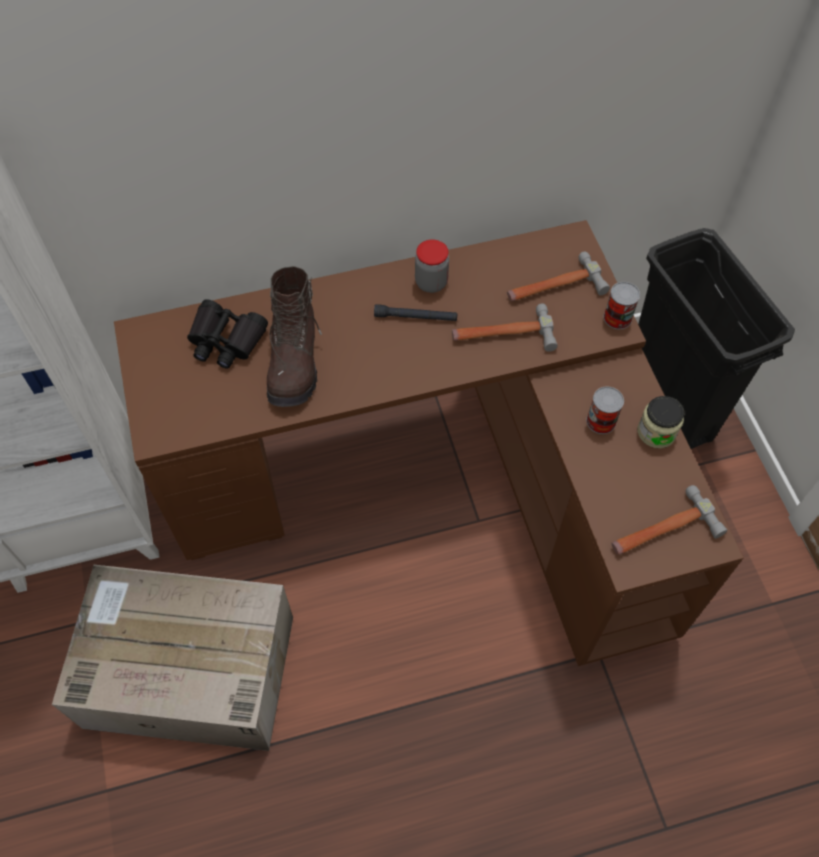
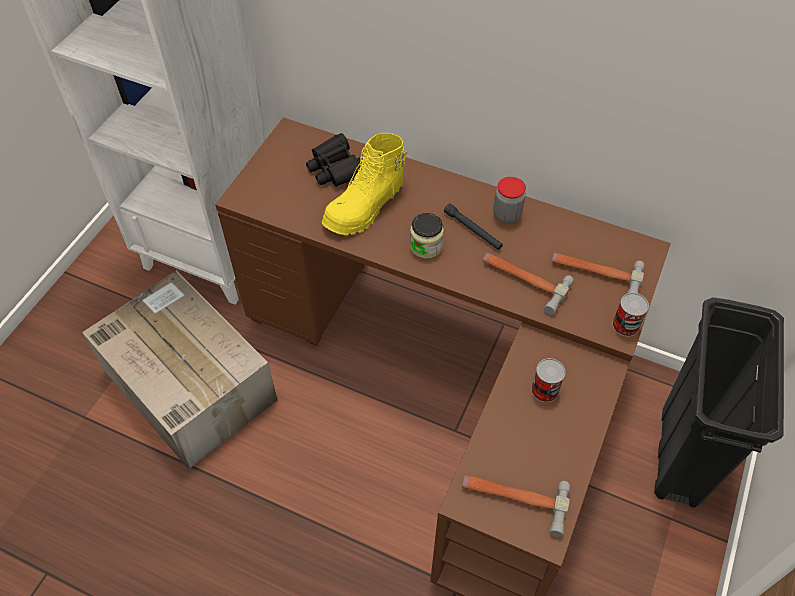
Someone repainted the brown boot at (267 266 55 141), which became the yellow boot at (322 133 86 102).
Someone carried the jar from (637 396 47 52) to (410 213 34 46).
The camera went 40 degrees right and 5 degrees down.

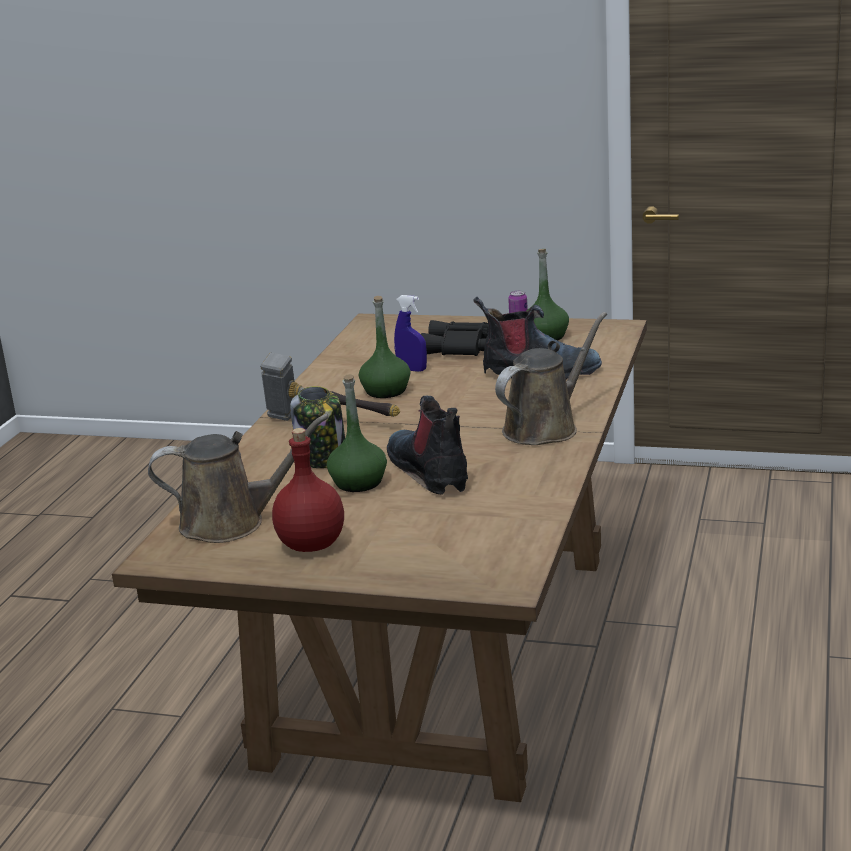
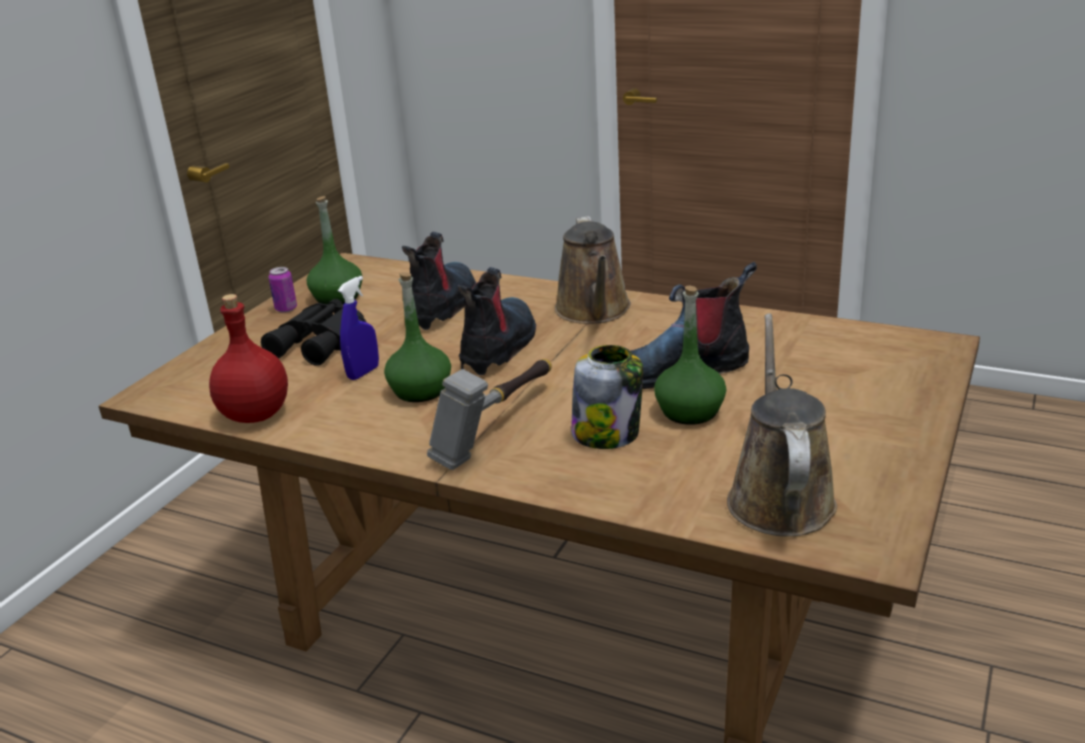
Someone carried the red bottle from (272 428 72 124) to (209 294 79 129).
Someone rotated the brown watering can at (495 312 112 133) by 150 degrees counterclockwise.
Someone put down the boot at (457 267 79 108).
The camera went 80 degrees left and 5 degrees up.

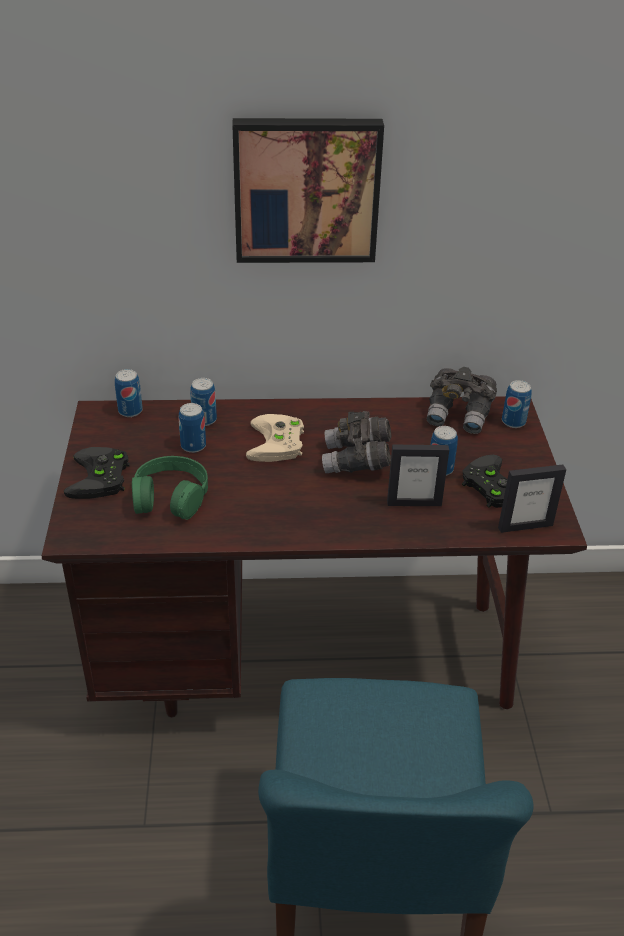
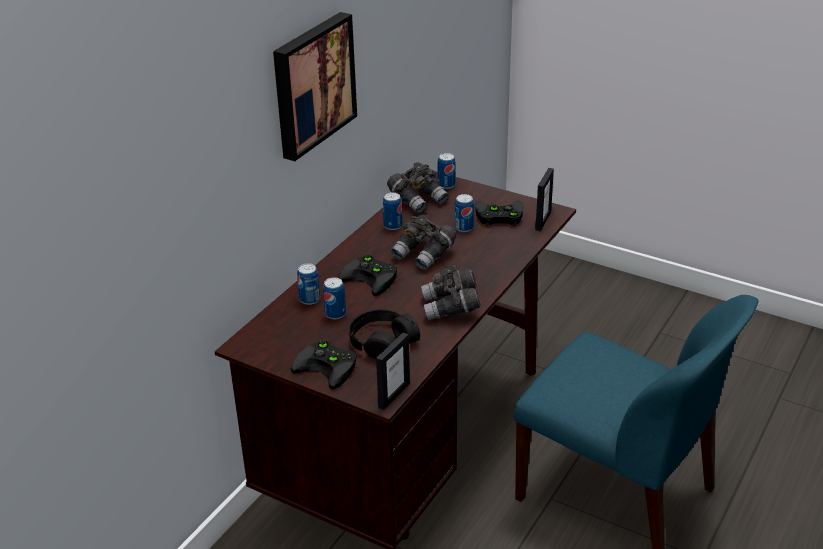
Someone carried the can from (115 369 28 48) to (383 192 20 38).
Someone repainted the green headphones at (132 456 76 64), which became the black headphones at (349 309 71 51).
Someone repainted the beige game controller at (246 414 58 48), which became the black game controller at (338 254 59 42).
Someone carried the picture frame from (387 445 62 61) to (376 333 34 77).
Someone put down the grey binoculars at (421 266 60 54).
The camera went 55 degrees left and 5 degrees down.

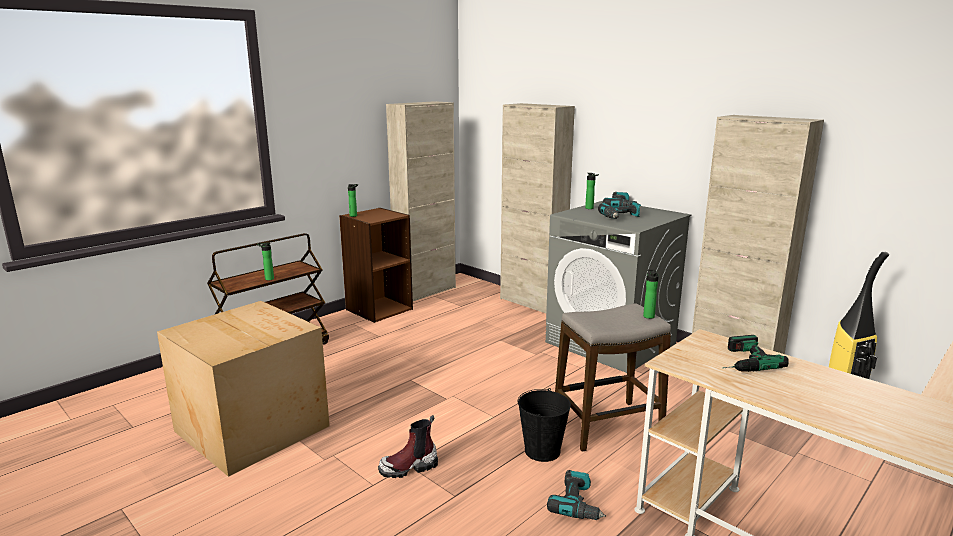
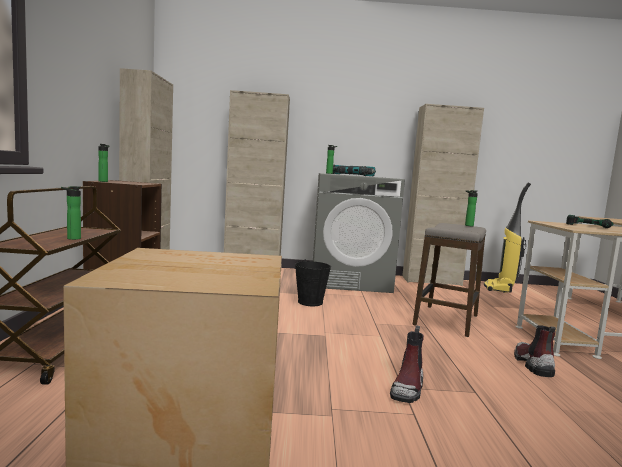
Someone carried the black bucket from (518 388 53 74) to (295 259 36 47).
Someone swapped the power drill at (547 470 59 50) for the boot at (514 325 42 52).
The camera went 45 degrees left and 10 degrees down.

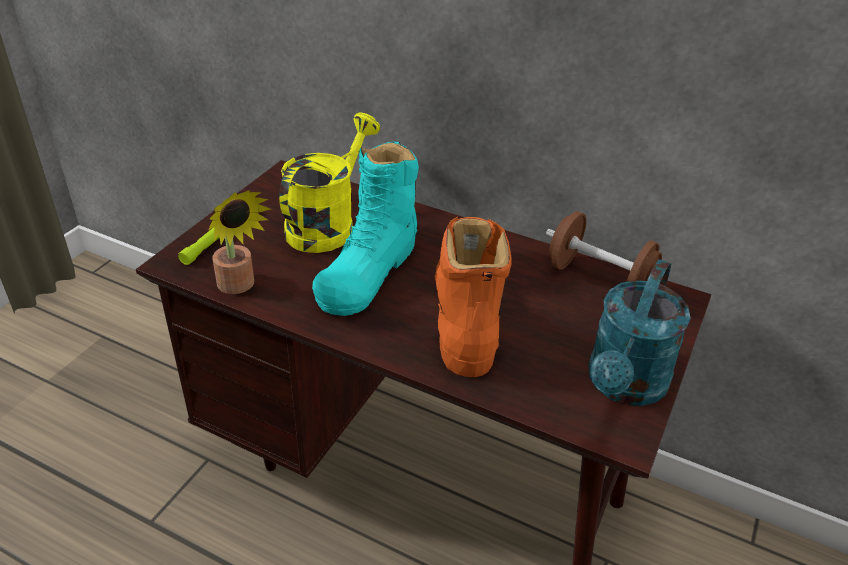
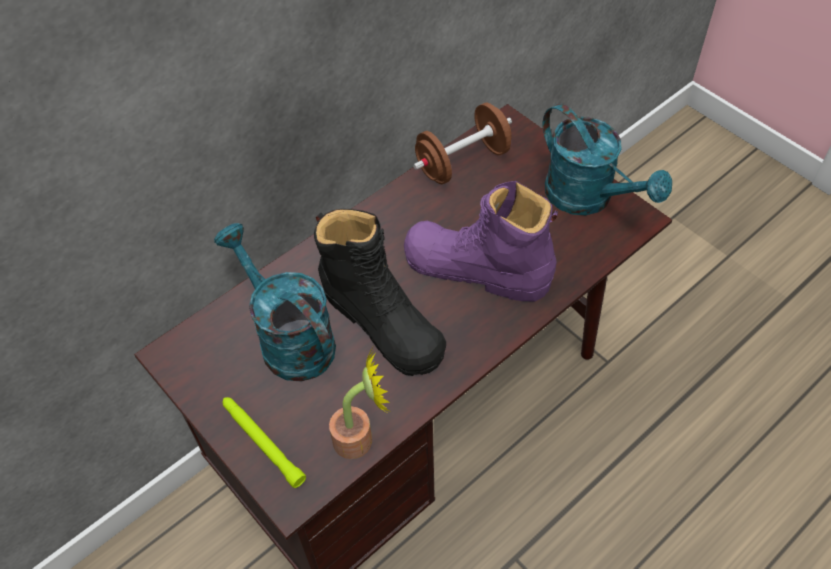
Someone repainted the yellow watering can at (279 113 101 140), which became the turquoise watering can at (214 223 122 159).
Someone repainted the turquoise boot at (312 141 107 175), which became the black boot at (314 209 132 167).
Someone repainted the orange boot at (435 216 77 161), which became the purple boot at (404 181 154 121).
The camera went 65 degrees left and 15 degrees up.

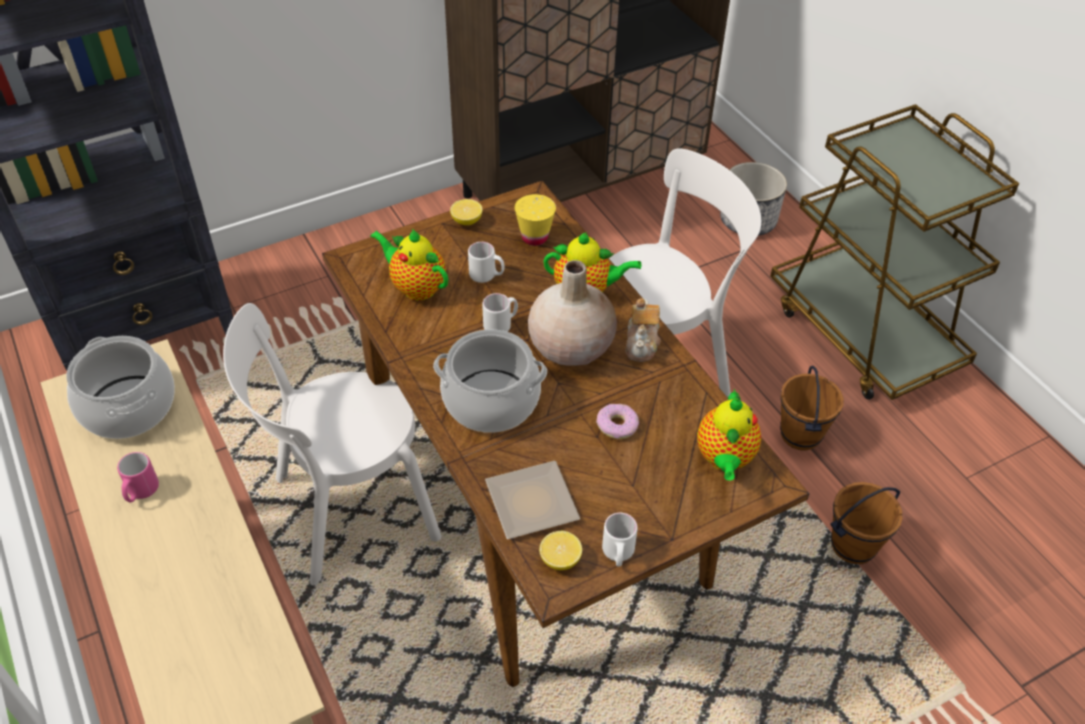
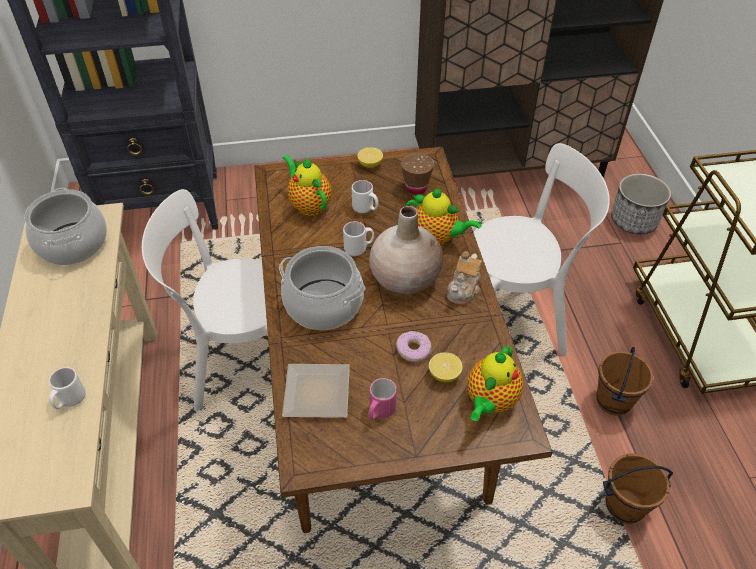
Someone carried the pink mug from (117 452 42 50) to (368 378 29 42).
Someone repainted the yellow cup at (514 194 42 52), which became the brown cup at (401 153 33 42).
Someone carried the lemon from (539 531 43 39) to (429 352 34 31).
Someone carried the white mug from (602 513 36 54) to (49 367 37 42).
The camera went 20 degrees right and 0 degrees up.

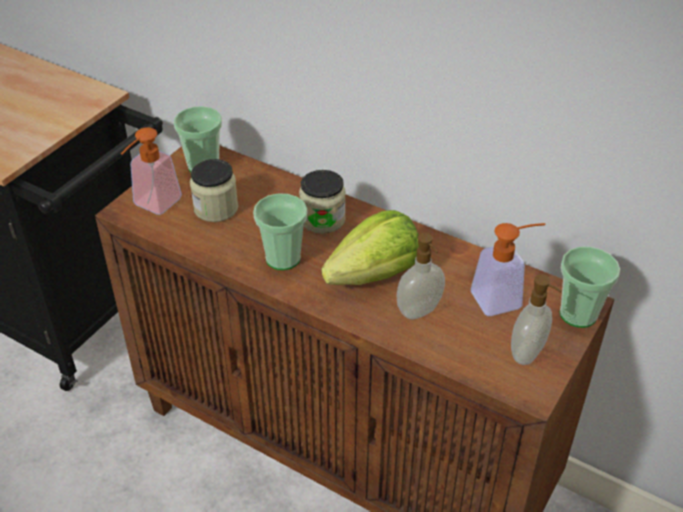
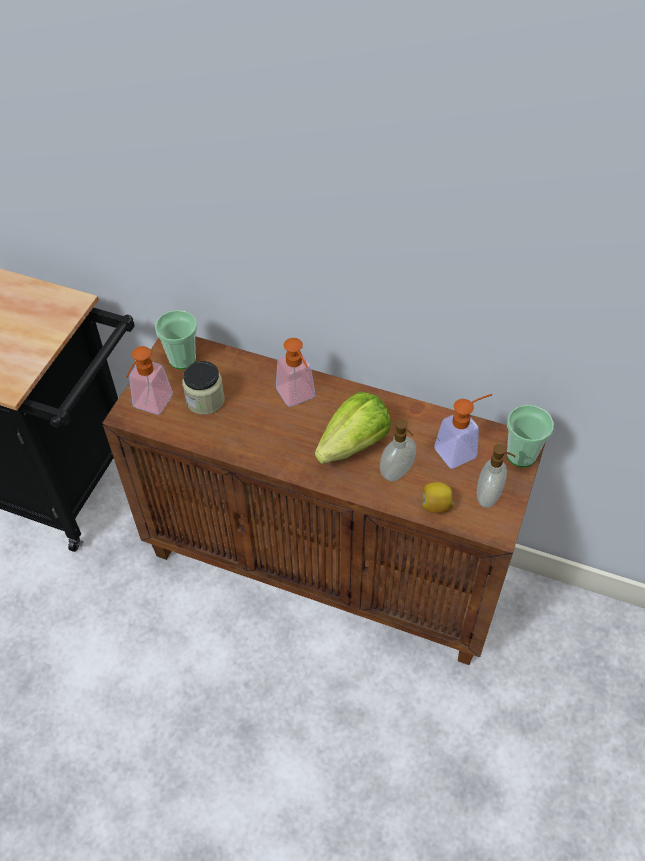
Someone took away the cup at (253 193 54 77).
Someone swapped the jar at (299 170 47 64) for the soap dispenser at (276 338 39 69).
Someone put down the lemon at (422 482 31 31).
The camera went 10 degrees left and 10 degrees up.

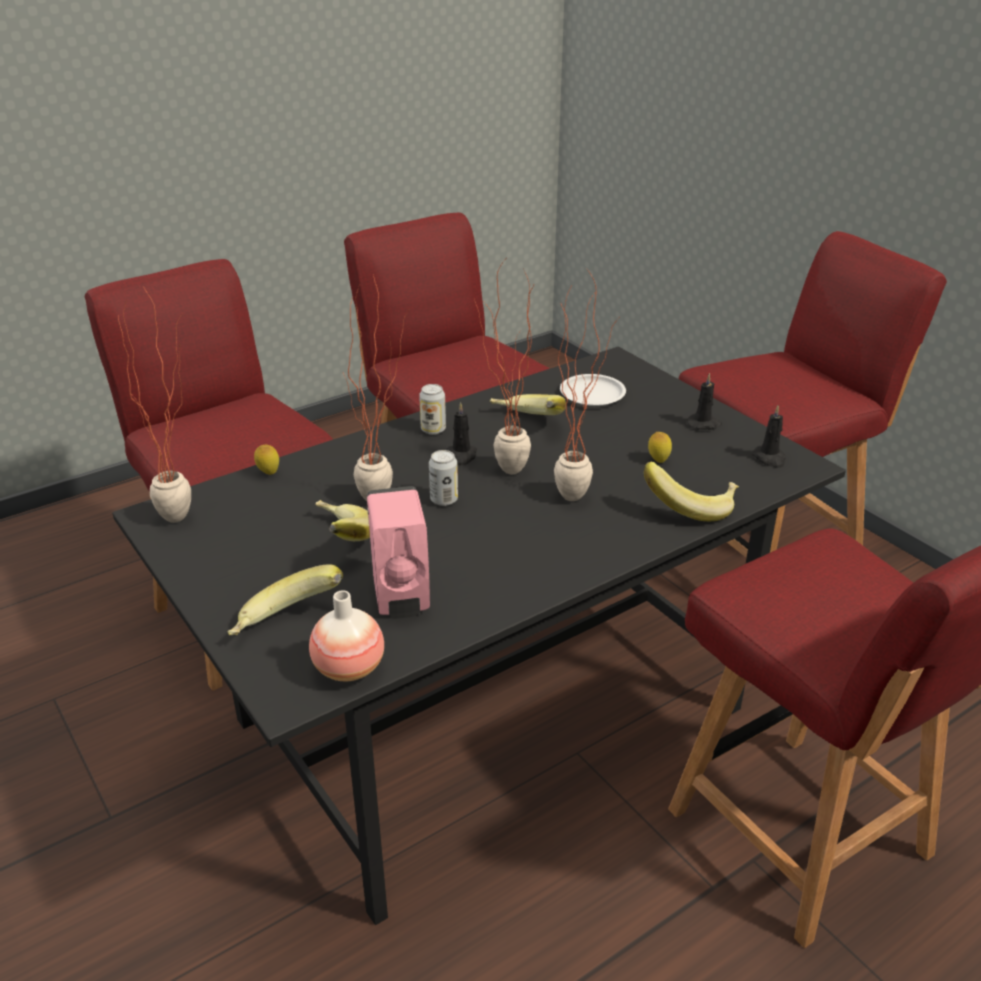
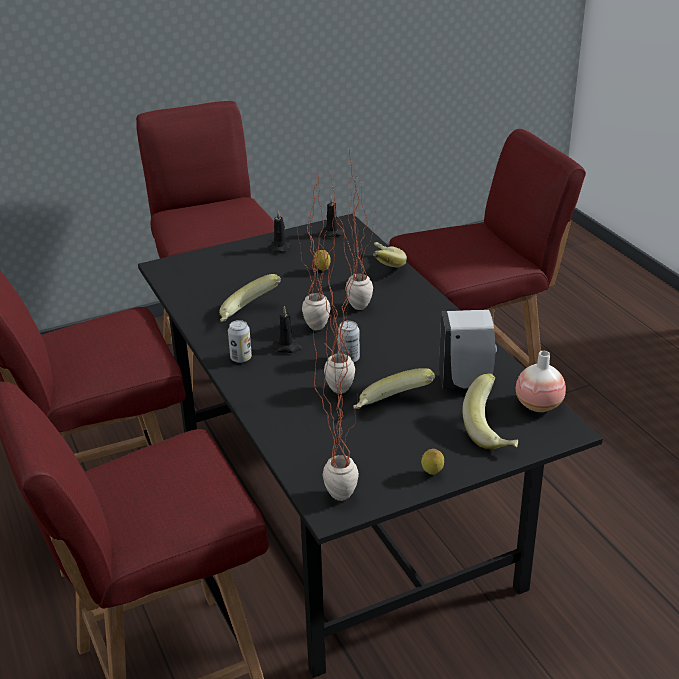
Someone carried the lemon from (254 445 25 30) to (421 449 23 26).
Someone repainted the pink soap dispenser at (367 486 63 133), which became the white soap dispenser at (439 310 58 78).
Someone took away the white plate at (560 374 66 32).
The camera went 80 degrees left and 0 degrees up.

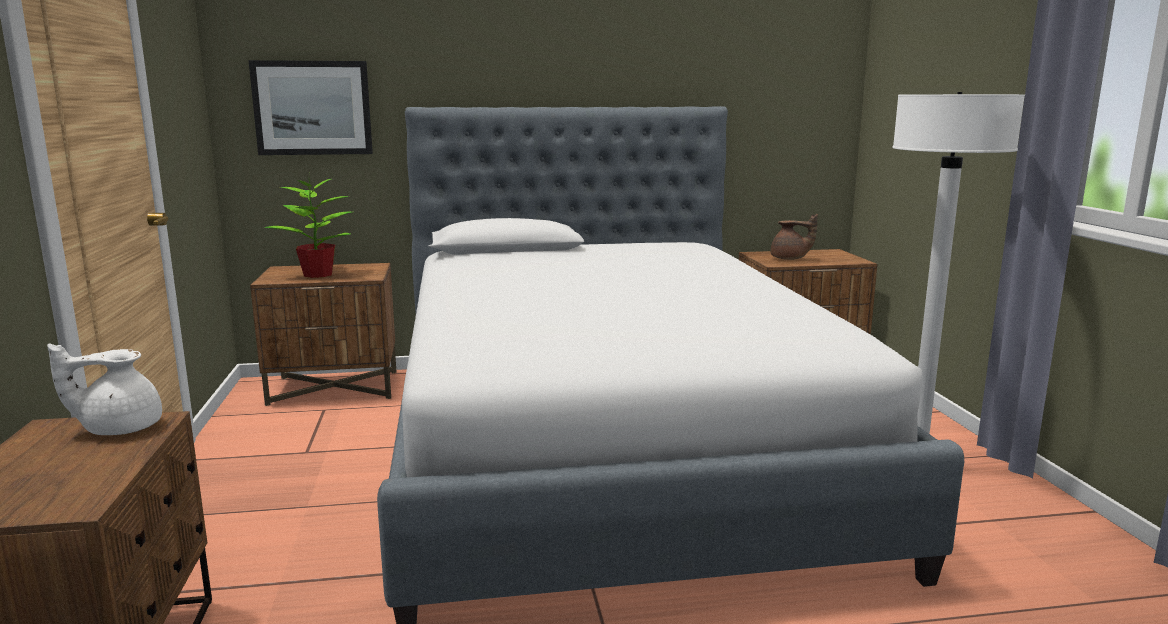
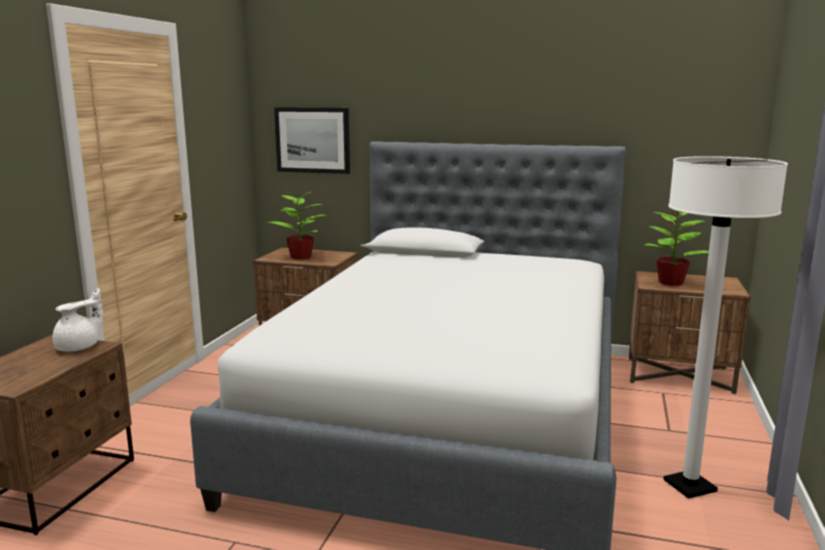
Someone rotated the white teapot at (47 344 115 91) by 120 degrees clockwise.
Someone swapped the brown teapot at (771 214 47 46) for the potted plant at (644 210 65 76).
The camera went 25 degrees right and 0 degrees up.

